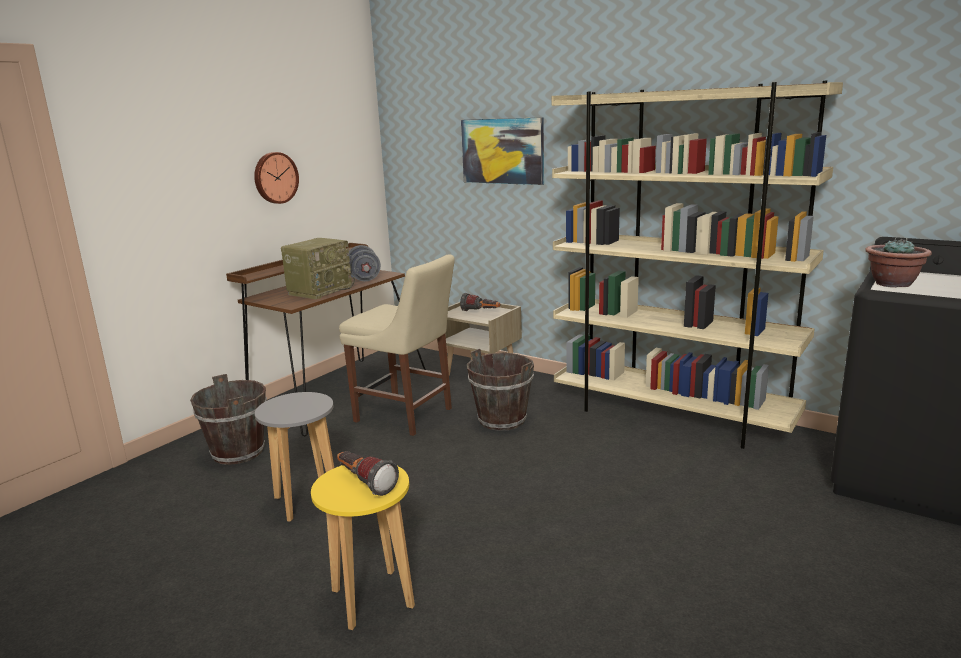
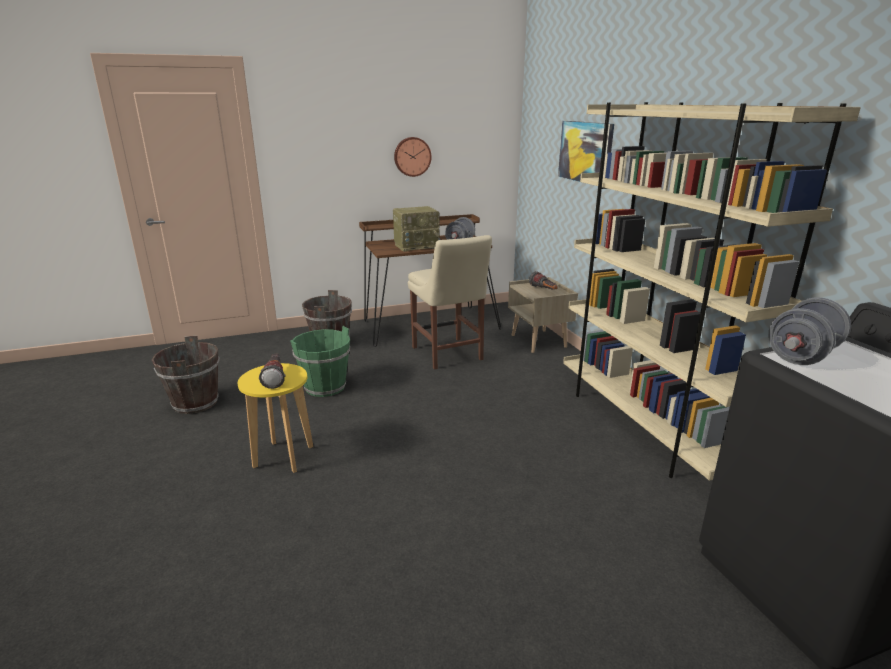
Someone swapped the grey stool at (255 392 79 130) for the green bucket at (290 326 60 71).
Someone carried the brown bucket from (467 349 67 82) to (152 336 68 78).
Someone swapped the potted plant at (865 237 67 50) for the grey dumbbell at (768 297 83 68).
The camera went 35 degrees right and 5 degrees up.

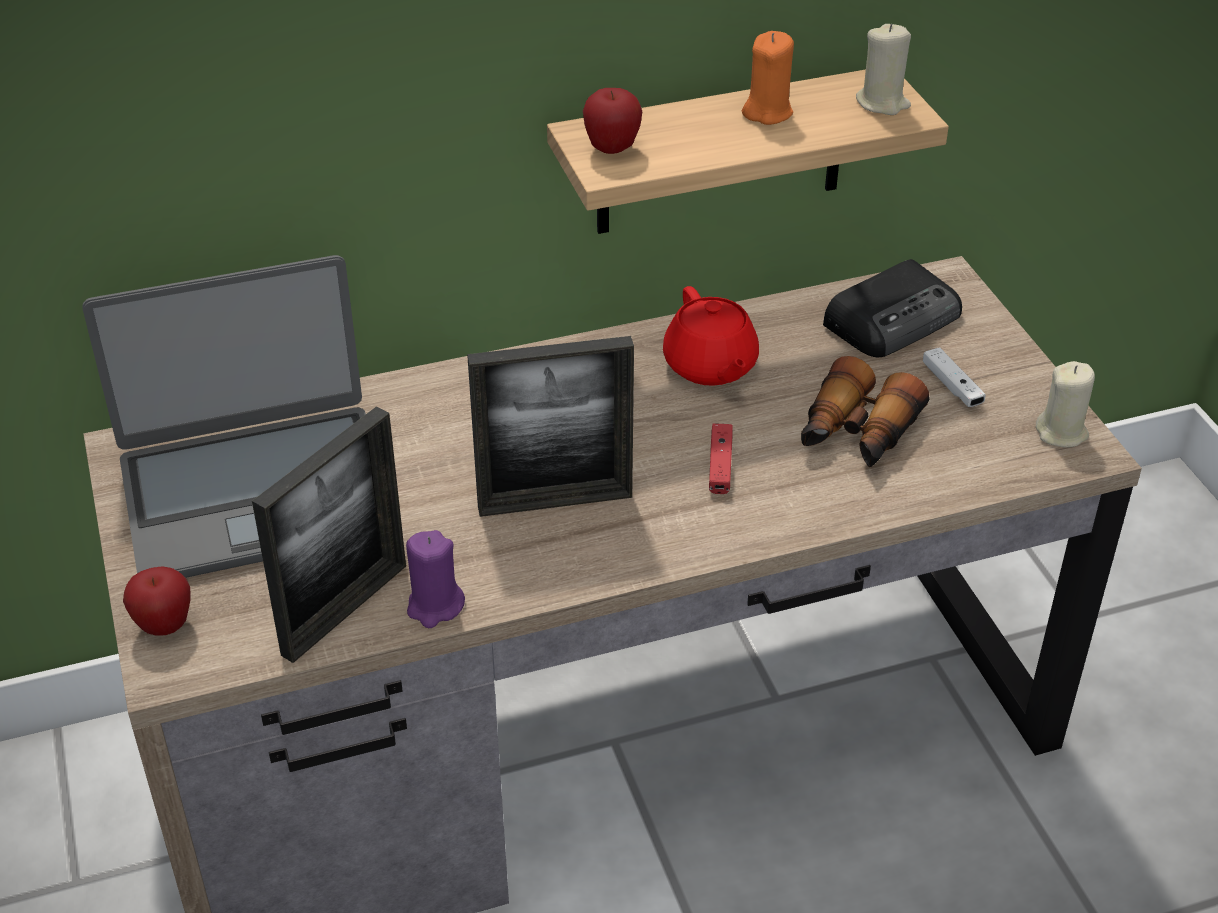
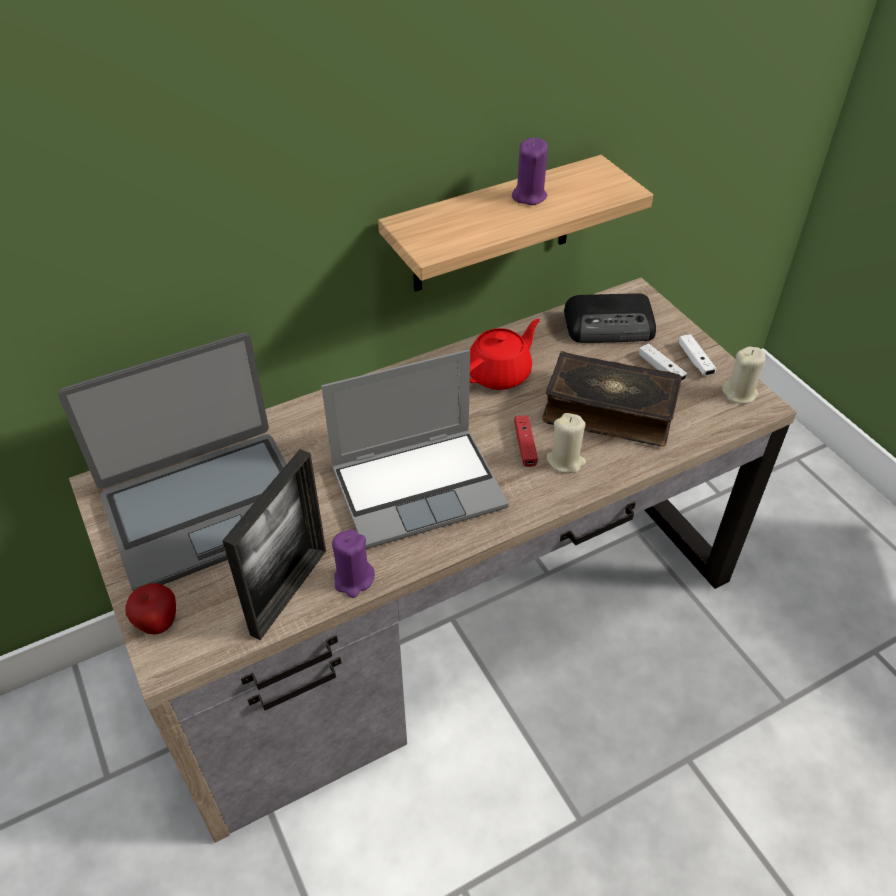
Someone swapped the picture frame at (467 336 167 181) for the laptop at (321 349 188 200).
Someone took away the apple at (583 88 59 66).
Someone rotated the red teapot at (663 286 96 100) by 105 degrees counterclockwise.
Someone repainted the orange candle at (742 31 52 94), which became the purple candle at (512 138 36 67).
Someone swapped the binoculars at (801 356 128 111) for the book at (542 351 140 96).
Someone rotated the radio at (823 259 139 98) by 45 degrees clockwise.
Someone carried the beige candle from (856 24 55 91) to (546 413 40 60).
Someone put down the white game controller at (678 334 38 42).
The camera went 10 degrees left and 5 degrees up.

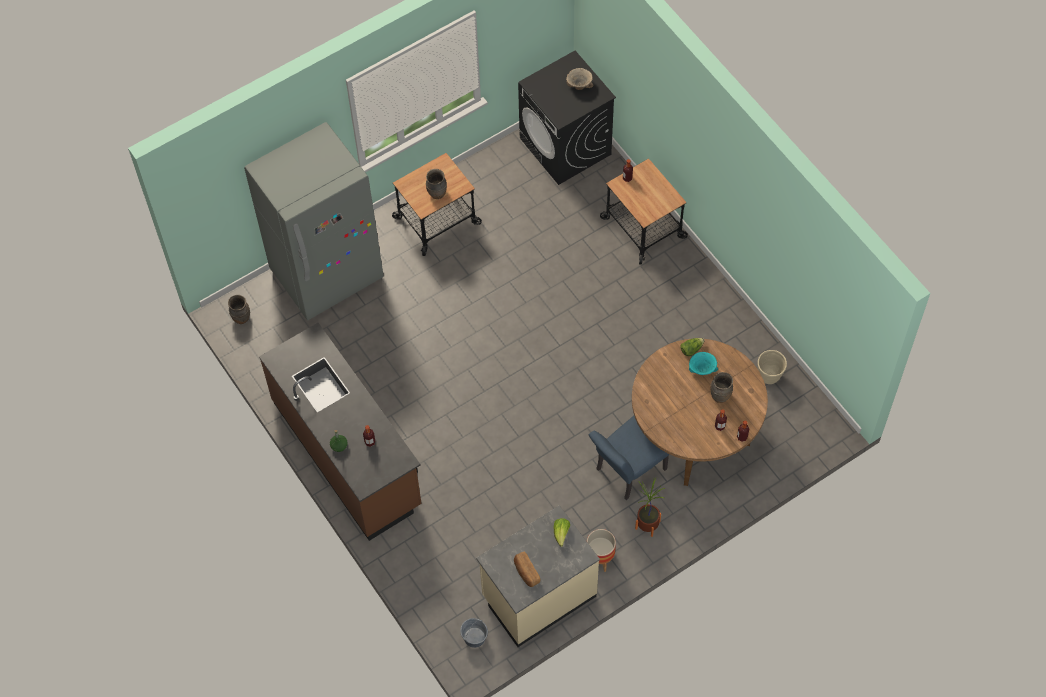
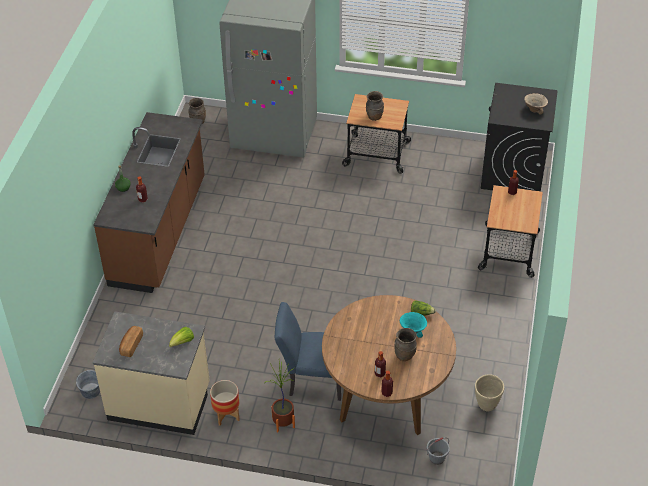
Someone put down the grey bucket at (427 437 23 28).
The camera went 45 degrees right and 15 degrees down.

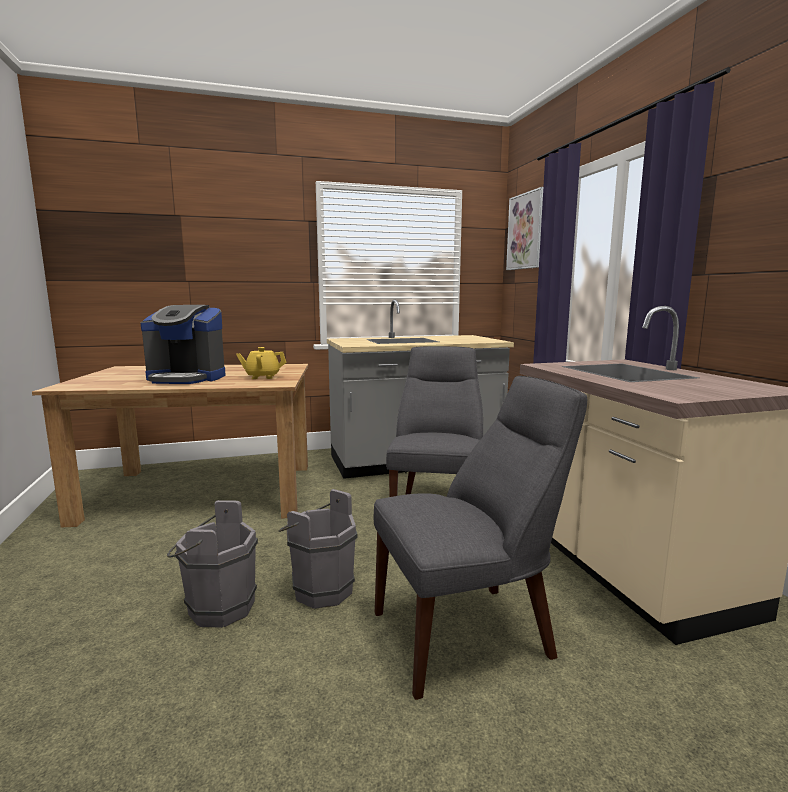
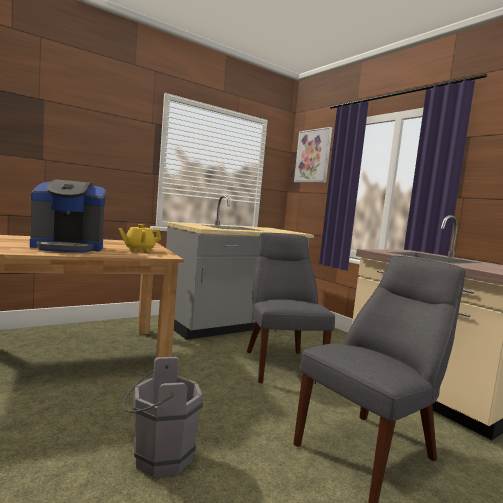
Someone took away the grey bucket at (279 489 78 120).
The camera went 20 degrees left and 5 degrees down.

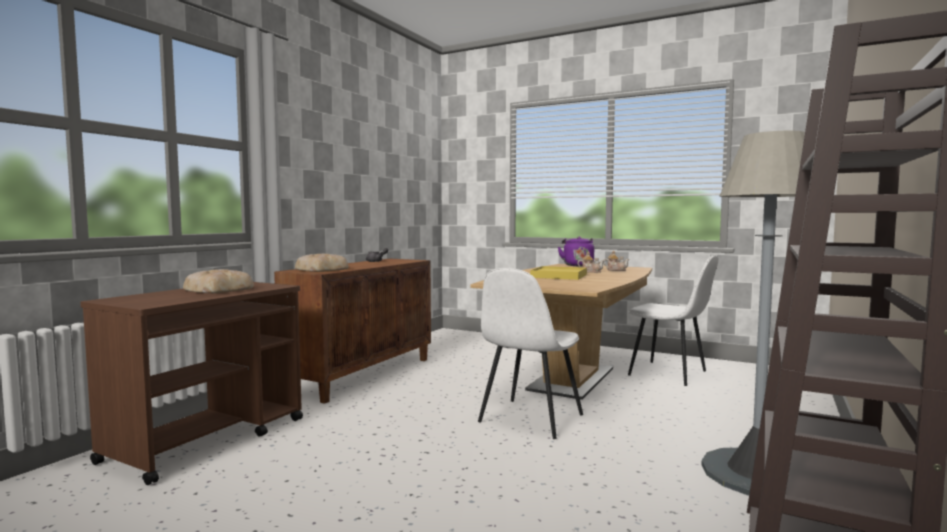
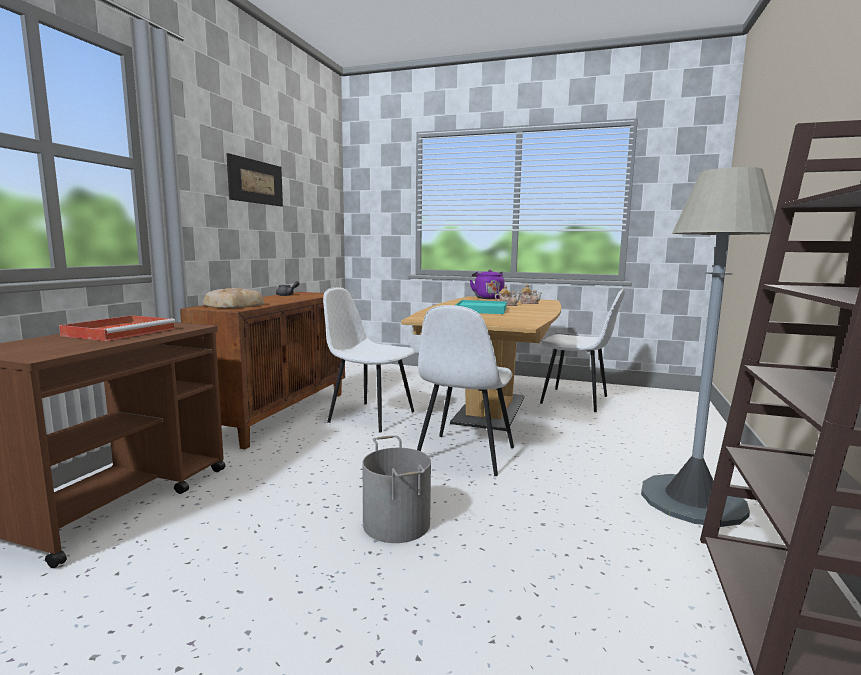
Someone swapped the bread at (183 269 71 24) for the red tray at (59 315 117 26).
Someone repainted the yellow tray at (530 266 57 14), which became the turquoise tray at (455 300 52 14).
Someone put up the picture at (226 153 57 54).
Someone put down the white chair at (323 287 91 146).
Someone put down the grey bucket at (362 435 69 108).
The camera went 10 degrees left and 5 degrees up.

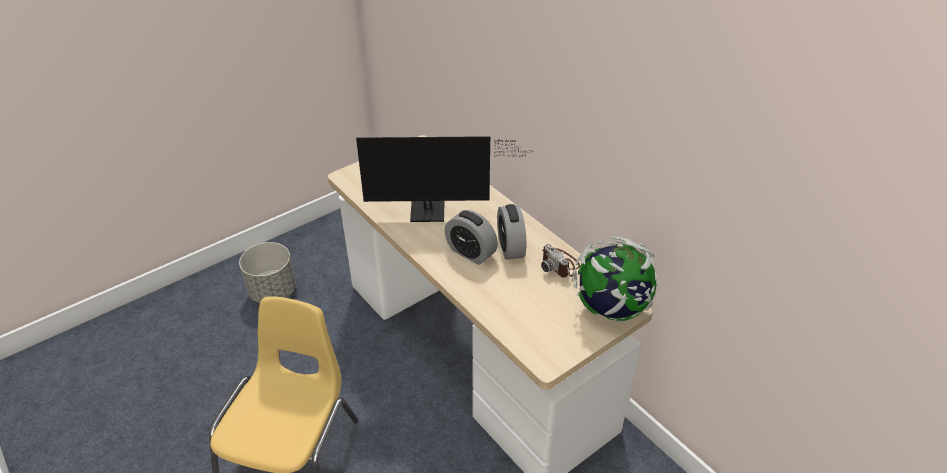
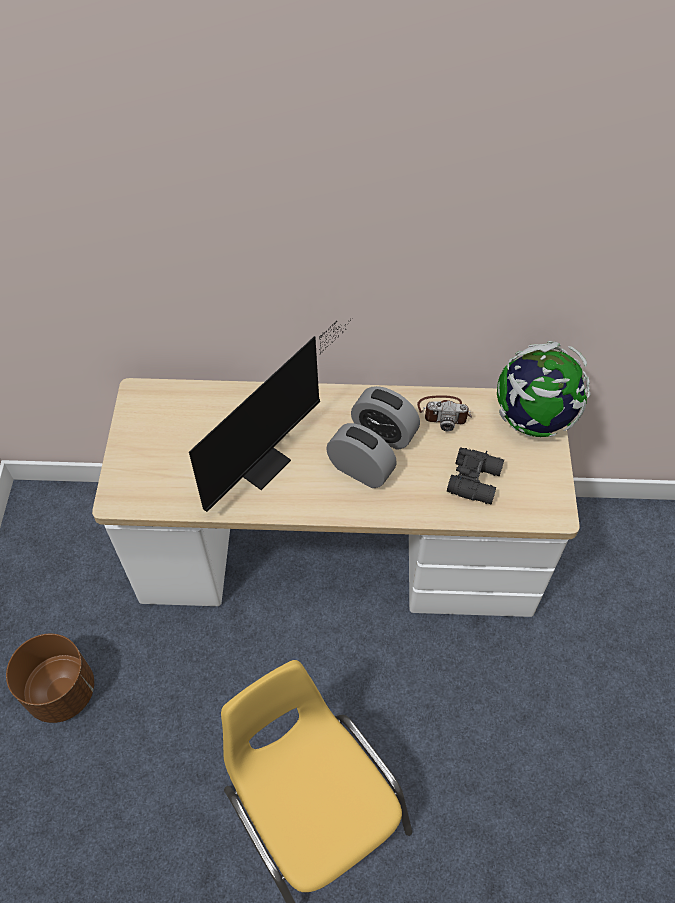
Someone repainted the grey planter at (239 242 57 61), which became the brown planter at (6 634 88 89).
Someone rotated the alarm clock at (444 210 54 55) by 135 degrees counterclockwise.
Someone put down the black binoculars at (447 447 57 57).
The camera went 50 degrees left and 15 degrees up.

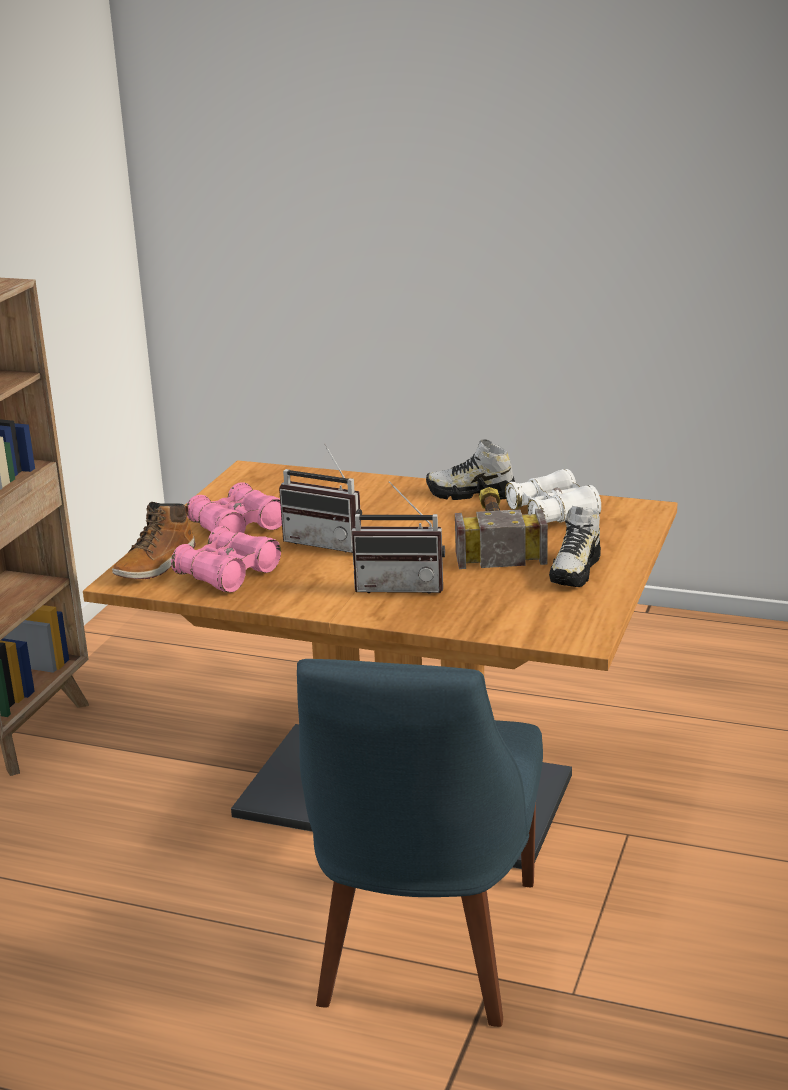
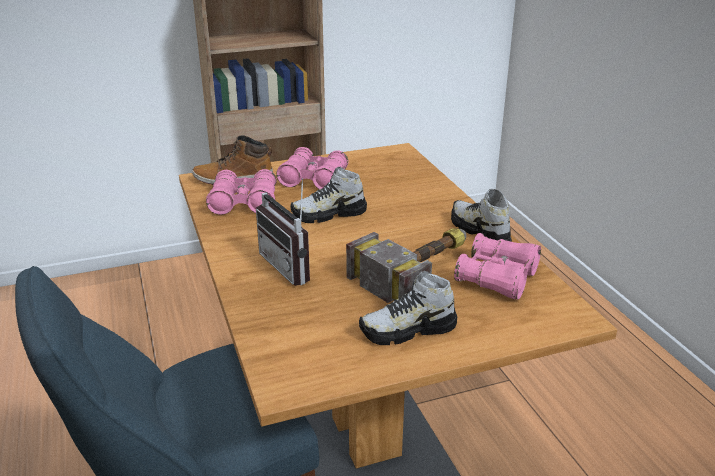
Someone swapped the radio at (279 443 83 110) for the shoe at (290 167 77 56).
Someone repainted the white binoculars at (505 469 96 54), which became the pink binoculars at (454 233 87 67).
The camera went 50 degrees right and 5 degrees up.

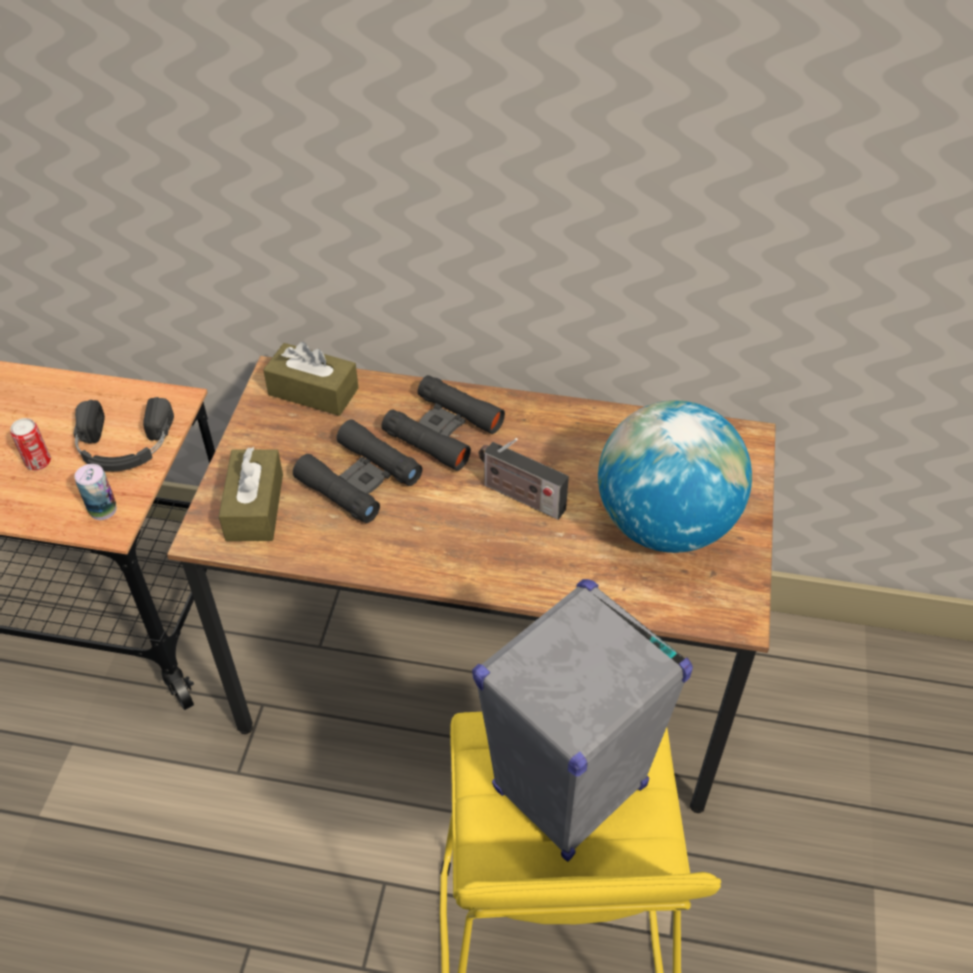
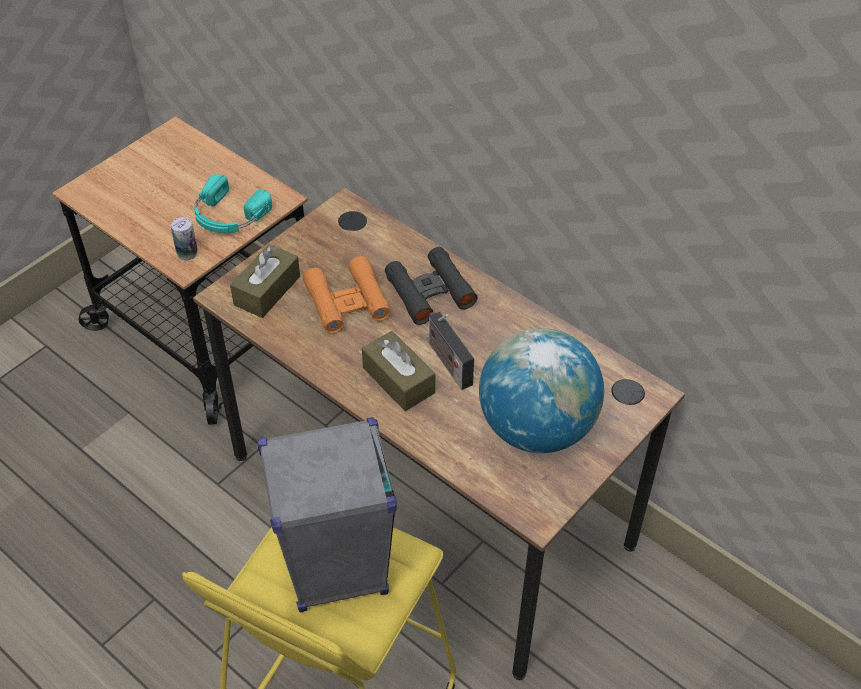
Someone took away the can at (10 418 41 52).
Someone repainted the black headphones at (73 397 101 74), which became the turquoise headphones at (194 174 78 59).
Someone carried the brown tissue box from (263 342 96 74) to (362 331 73 80).
Someone repainted the black binoculars at (293 419 130 104), which became the orange binoculars at (303 256 88 78).
The camera went 30 degrees right and 0 degrees up.

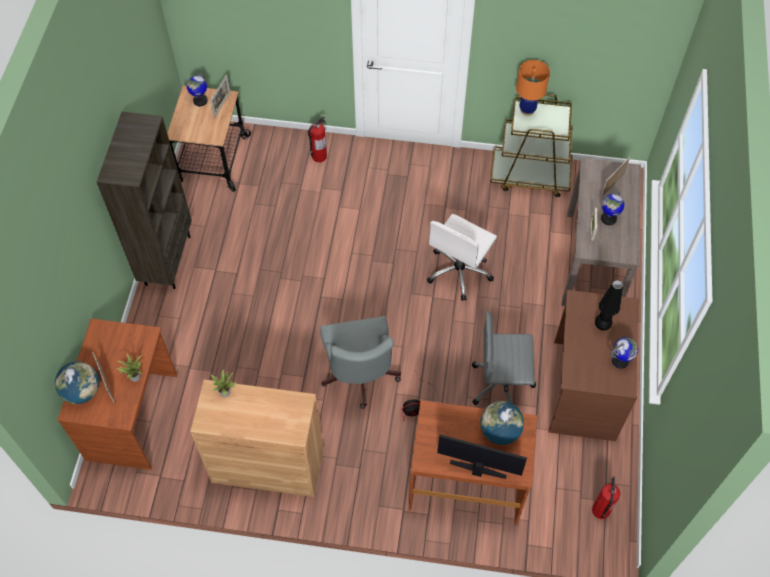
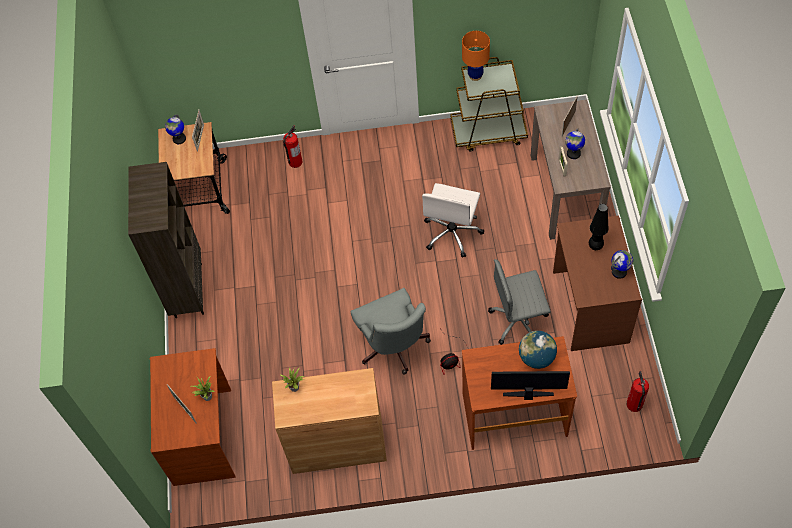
Someone took away the globe at (55 361 44 43).
The camera went 10 degrees left and 0 degrees up.

